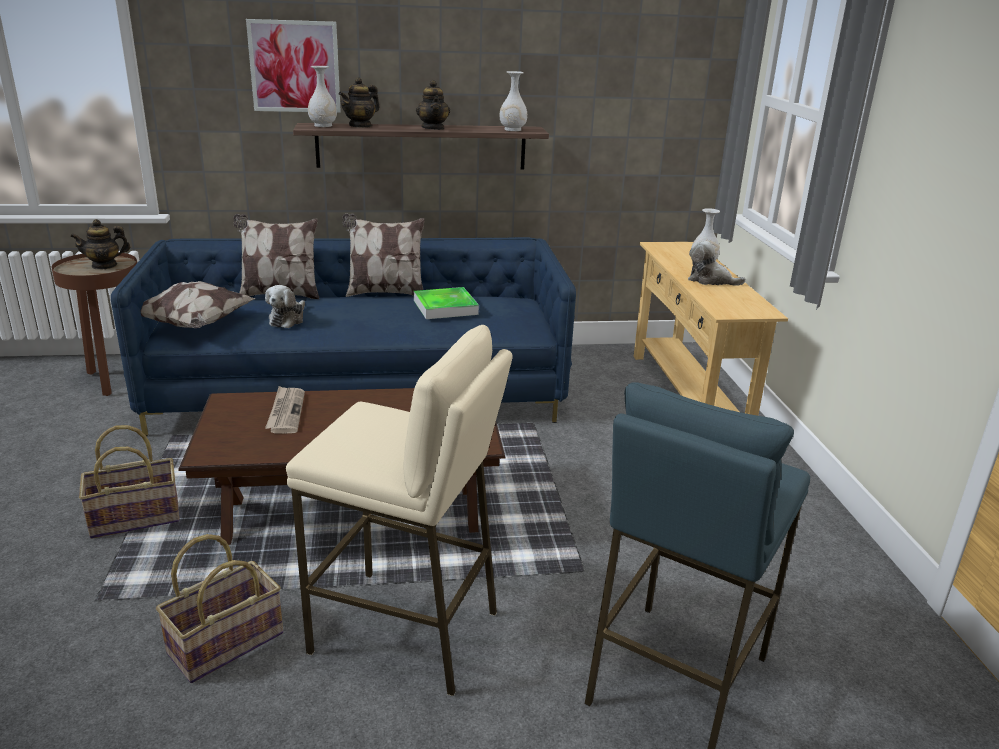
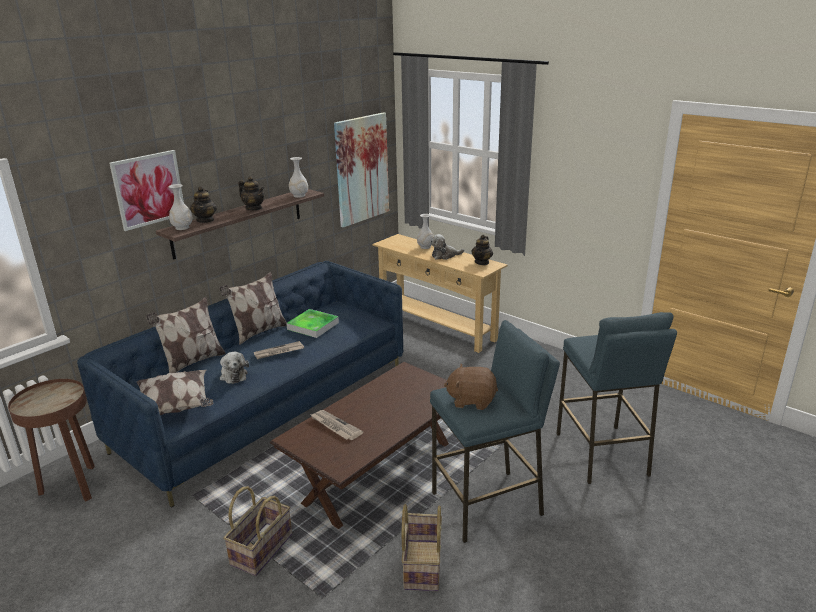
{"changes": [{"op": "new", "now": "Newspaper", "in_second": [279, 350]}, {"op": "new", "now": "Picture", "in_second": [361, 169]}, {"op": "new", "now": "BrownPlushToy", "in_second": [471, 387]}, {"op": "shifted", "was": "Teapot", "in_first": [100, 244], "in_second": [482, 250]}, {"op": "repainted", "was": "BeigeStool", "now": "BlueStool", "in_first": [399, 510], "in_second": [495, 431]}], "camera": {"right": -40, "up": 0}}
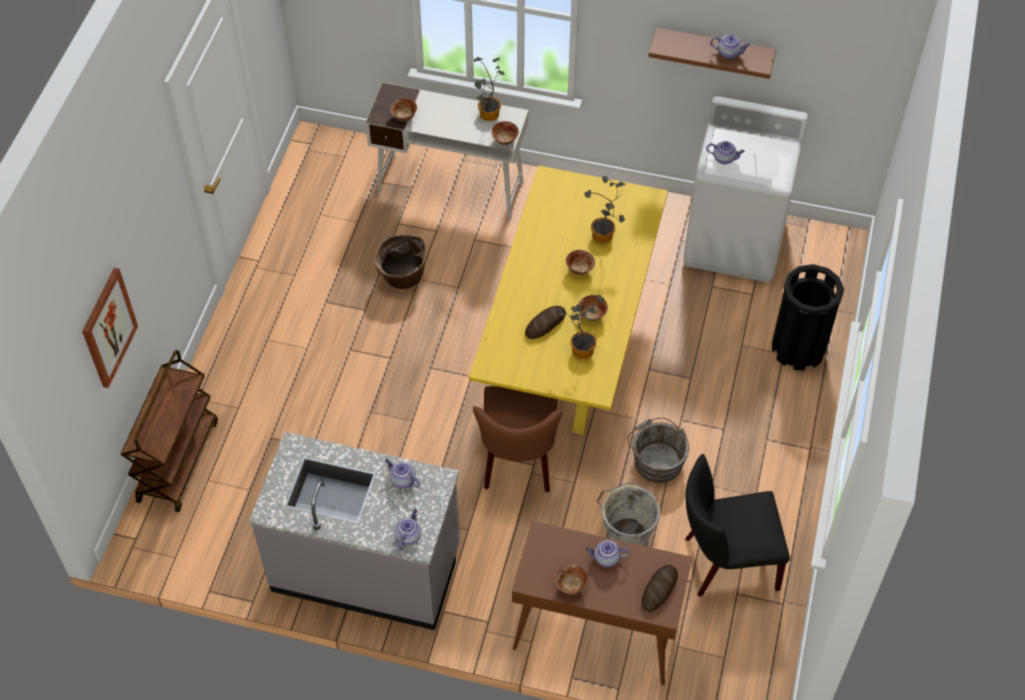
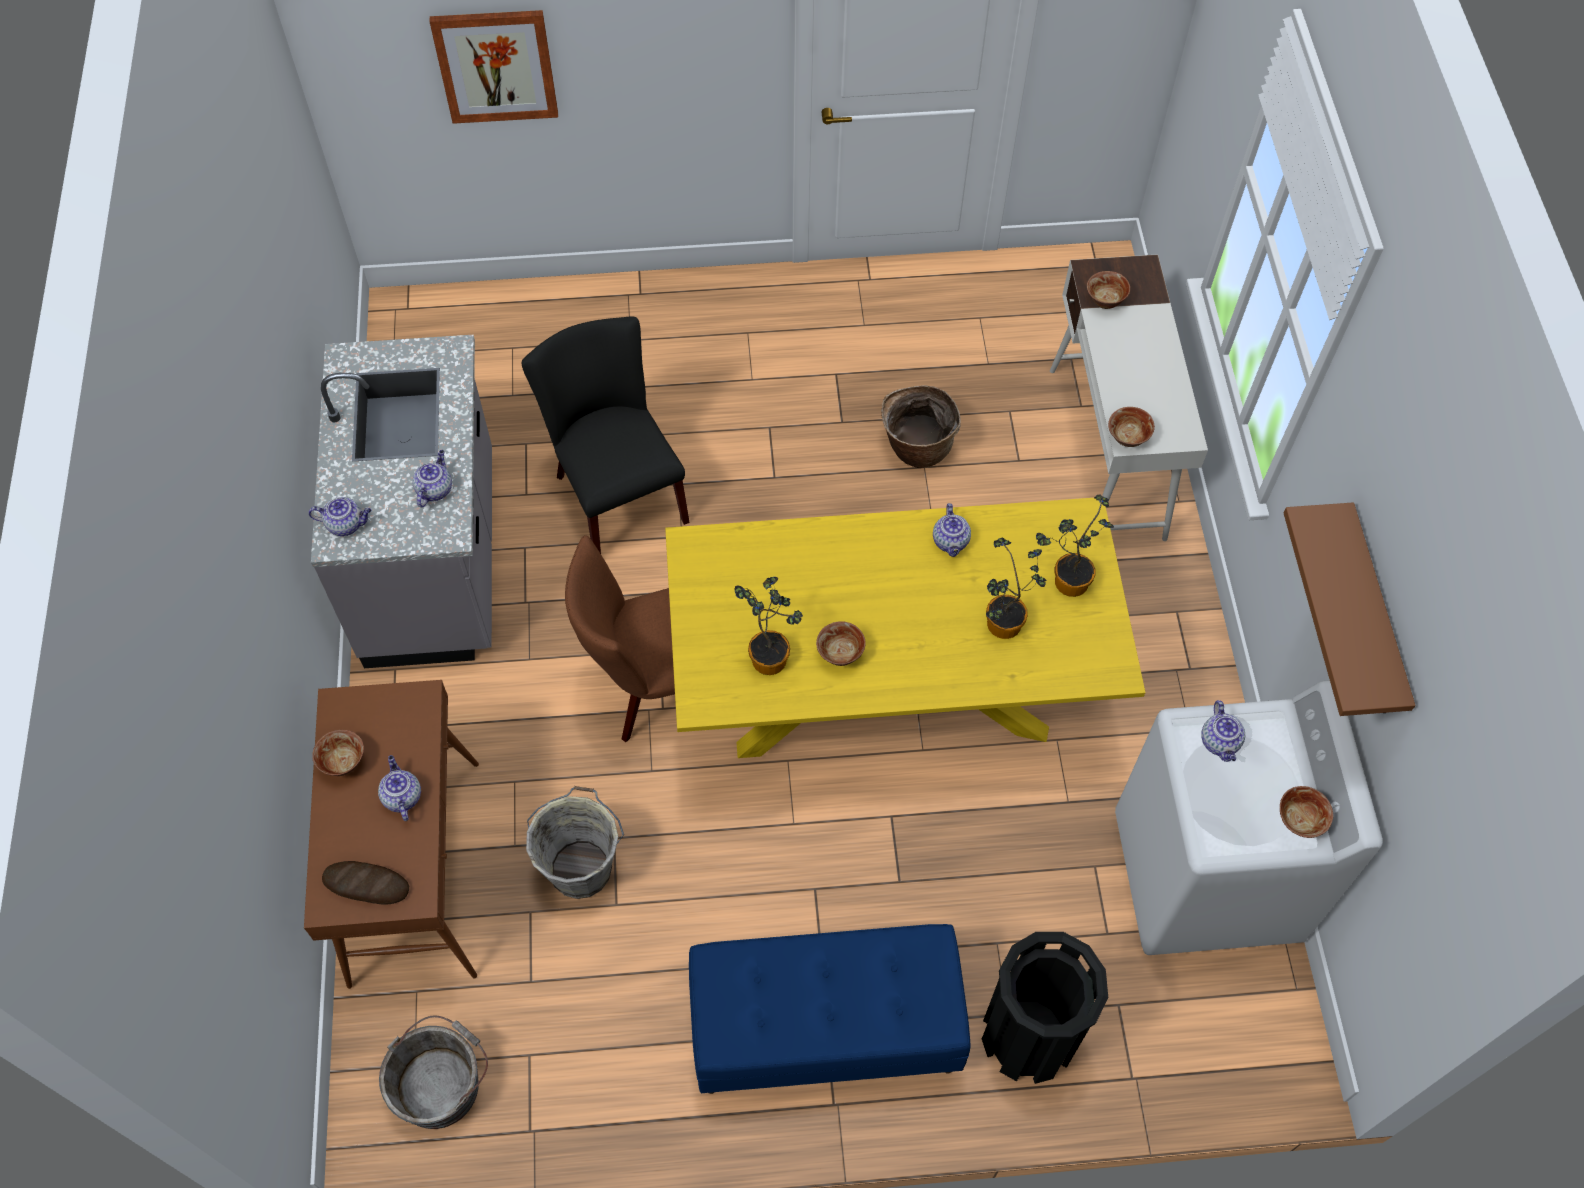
{"changes": [{"op": "gone", "was": "BrownCart", "in_first": [169, 431]}, {"op": "gone", "was": "Bread", "in_first": [545, 322]}, {"op": "new", "now": "BlueBench", "in_second": [830, 1009]}, {"op": "shifted", "was": "PottedPlant", "in_first": [489, 89], "in_second": [1075, 545]}, {"op": "shifted", "was": "Bowl", "in_first": [580, 262], "in_second": [1306, 812]}, {"op": "shifted", "was": "GreyBucket", "in_first": [658, 450], "in_second": [433, 1072]}, {"op": "shifted", "was": "BlackChair", "in_first": [737, 525], "in_second": [606, 435]}, {"op": "shifted", "was": "Teapot", "in_first": [730, 47], "in_second": [952, 530]}], "camera": {"right": 70, "up": 5}}
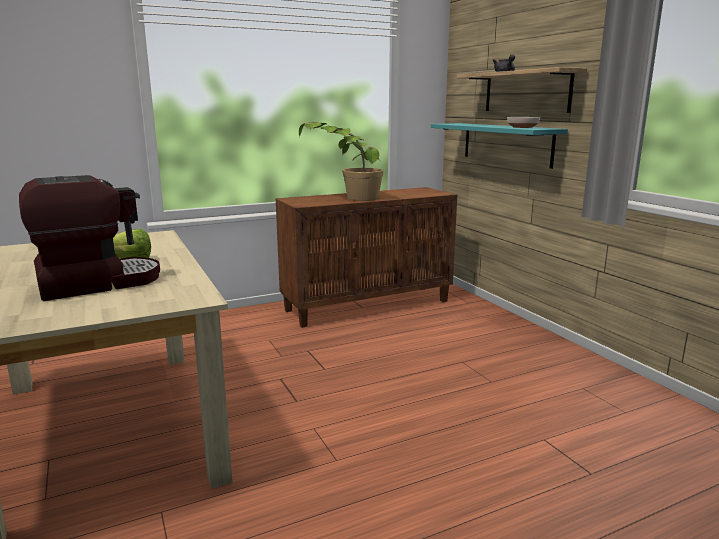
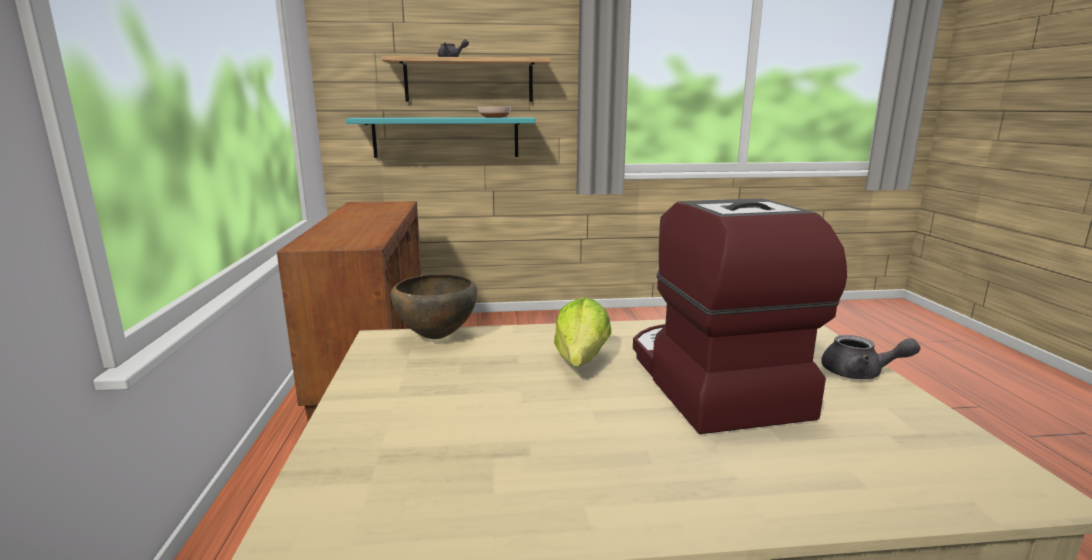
{"changes": [{"op": "gone", "was": "PottedPlant", "in_first": [341, 161]}, {"op": "new", "now": "BrownBowl", "in_second": [434, 306]}, {"op": "new", "now": "GreyTeapot", "in_second": [871, 357]}], "camera": {"right": -70, "up": 0}}
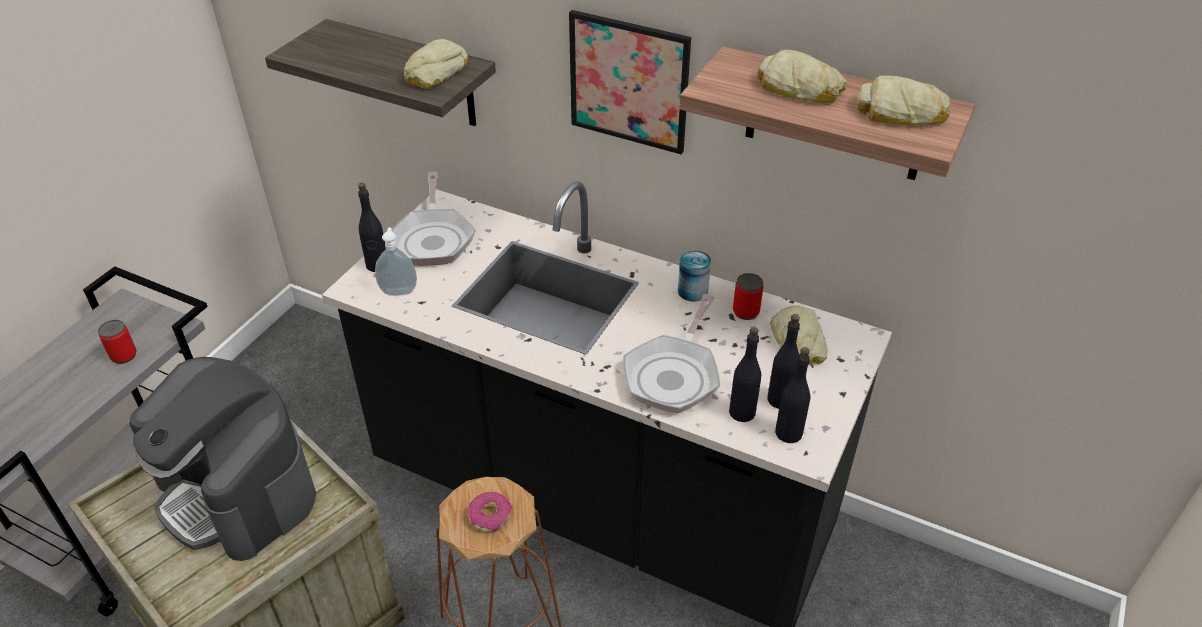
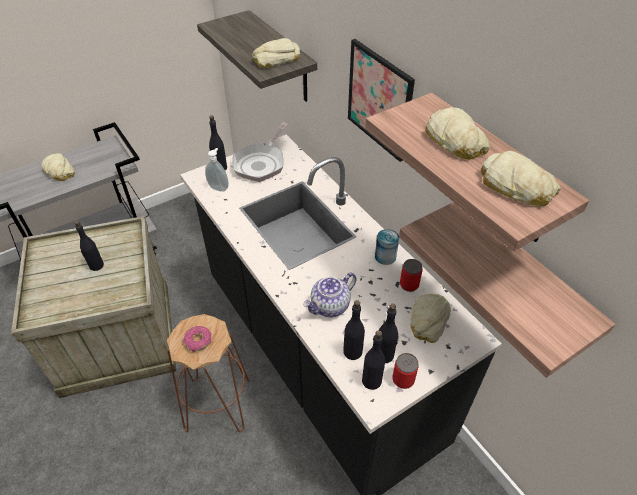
{"changes": [{"op": "new", "now": "Bread", "in_second": [58, 167]}, {"op": "new", "now": "Shelf", "in_second": [507, 290]}, {"op": "shifted", "was": "Can", "in_first": [117, 342], "in_second": [405, 371]}, {"op": "swapped", "was": "CoffeeMachine", "now": "BlackBottle", "in_first": [222, 459], "in_second": [89, 246]}, {"op": "swapped", "was": "FryingPan", "now": "Teapot", "in_first": [671, 354], "in_second": [329, 295]}], "camera": {"right": 30, "up": 5}}
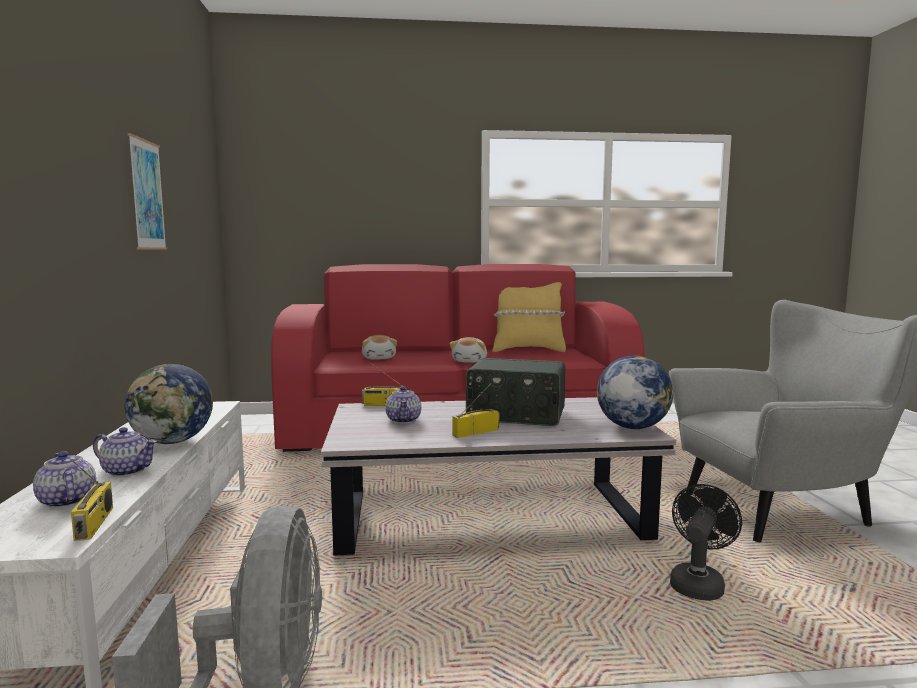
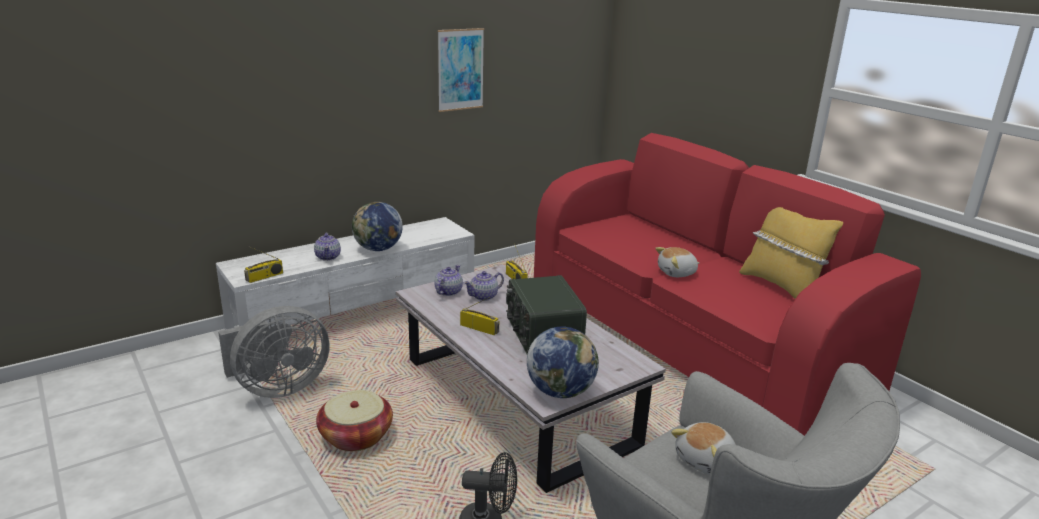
{"changes": [{"op": "new", "now": "Basket", "in_second": [354, 420]}, {"op": "shifted", "was": "Teapot", "in_first": [64, 479], "in_second": [448, 280]}, {"op": "shifted", "was": "PlushToy", "in_first": [379, 347], "in_second": [703, 448]}], "camera": {"right": 60, "up": 15}}
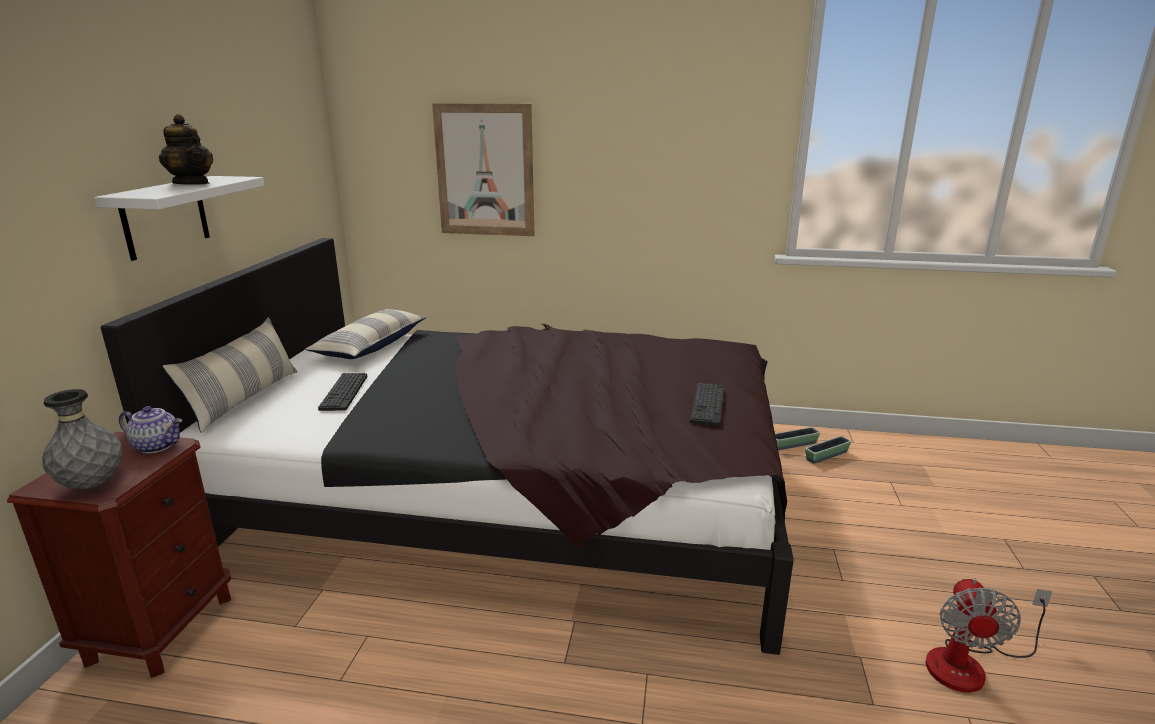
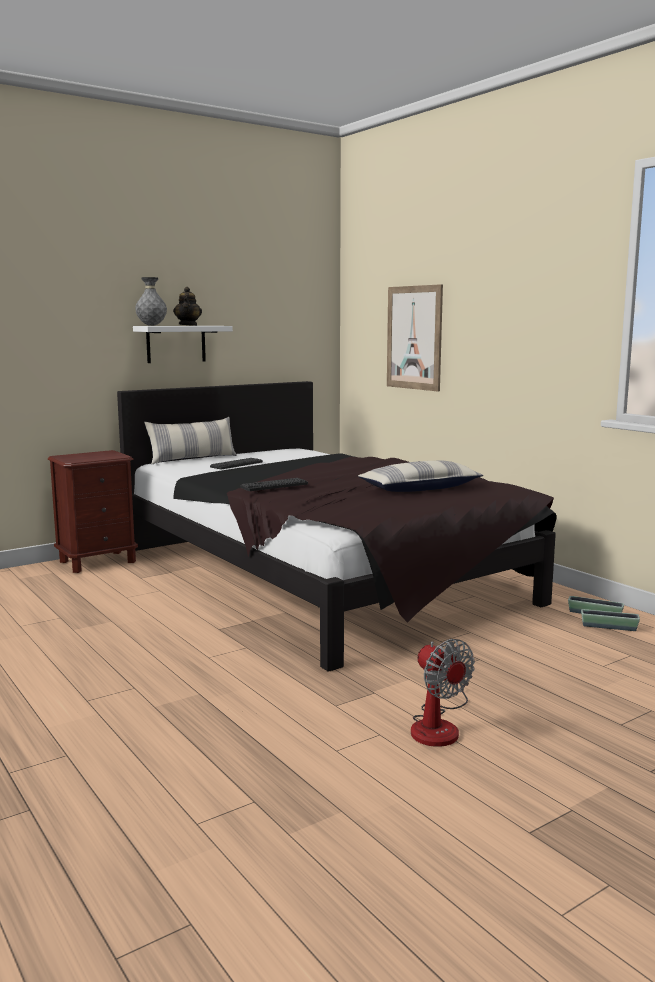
{"changes": [{"op": "gone", "was": "Teapot", "in_first": [150, 429]}, {"op": "shifted", "was": "GreyVase", "in_first": [82, 439], "in_second": [151, 301]}, {"op": "shifted", "was": "Pillow", "in_first": [365, 334], "in_second": [420, 476]}, {"op": "shifted", "was": "Keyboard", "in_first": [707, 404], "in_second": [274, 484]}, {"op": "rotated", "was": "Fan", "in_first": [988, 635], "in_second": [443, 693], "clockwise": -90}], "camera": {"right": 45, "up": -10}}
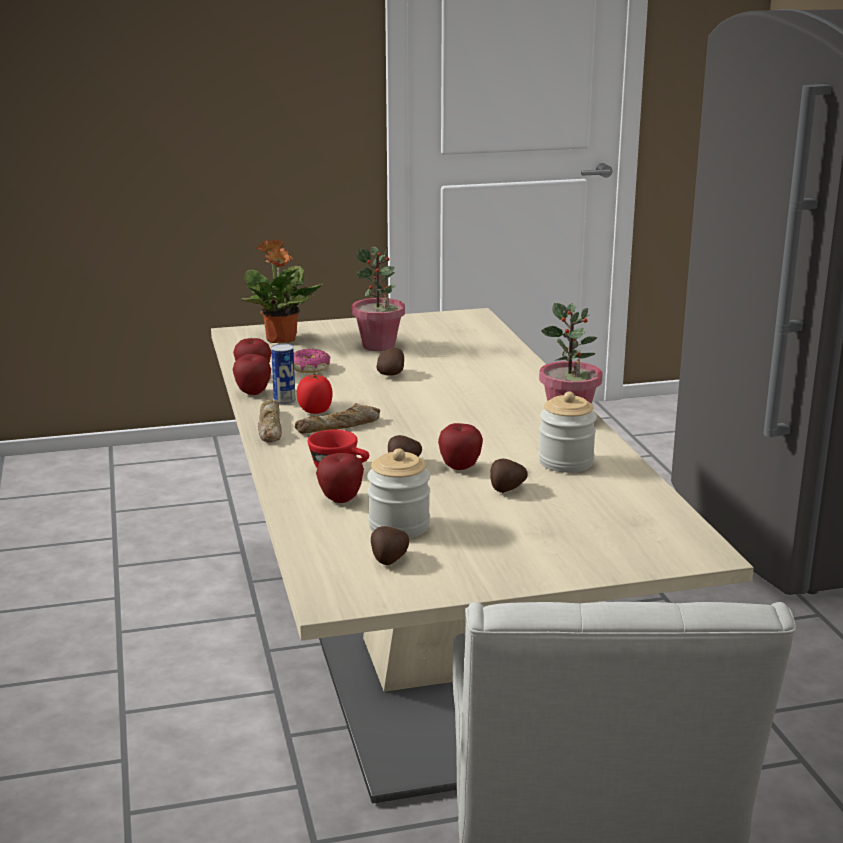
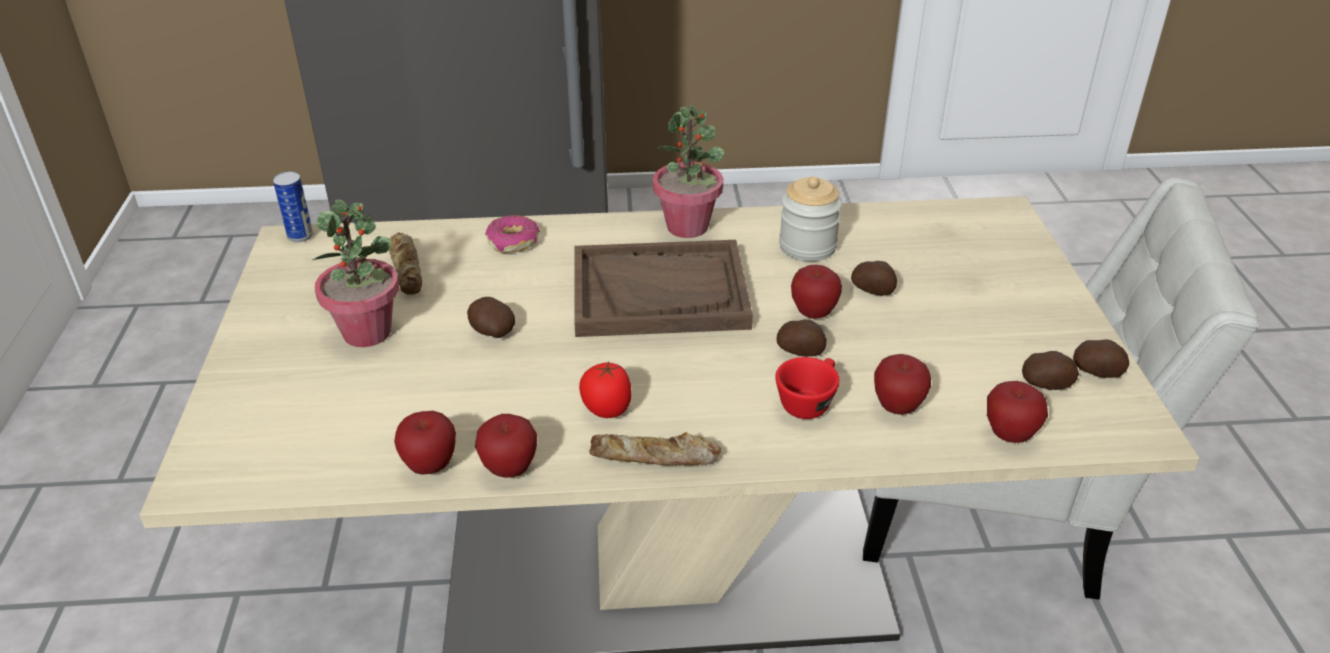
{"changes": [{"op": "gone", "was": "PottedPlant", "in_first": [282, 291]}, {"op": "gone", "was": "Jar", "in_first": [398, 493]}, {"op": "new", "now": "BrownTray", "in_second": [663, 288]}, {"op": "new", "now": "Apple", "in_second": [1017, 412]}, {"op": "new", "now": "Potato", "in_second": [1101, 358]}, {"op": "shifted", "was": "Can", "in_first": [283, 374], "in_second": [293, 207]}, {"op": "shifted", "was": "Donut", "in_first": [312, 361], "in_second": [512, 234]}, {"op": "shifted", "was": "Bread", "in_first": [337, 418], "in_second": [405, 263]}], "camera": {"right": -80, "up": 15}}
